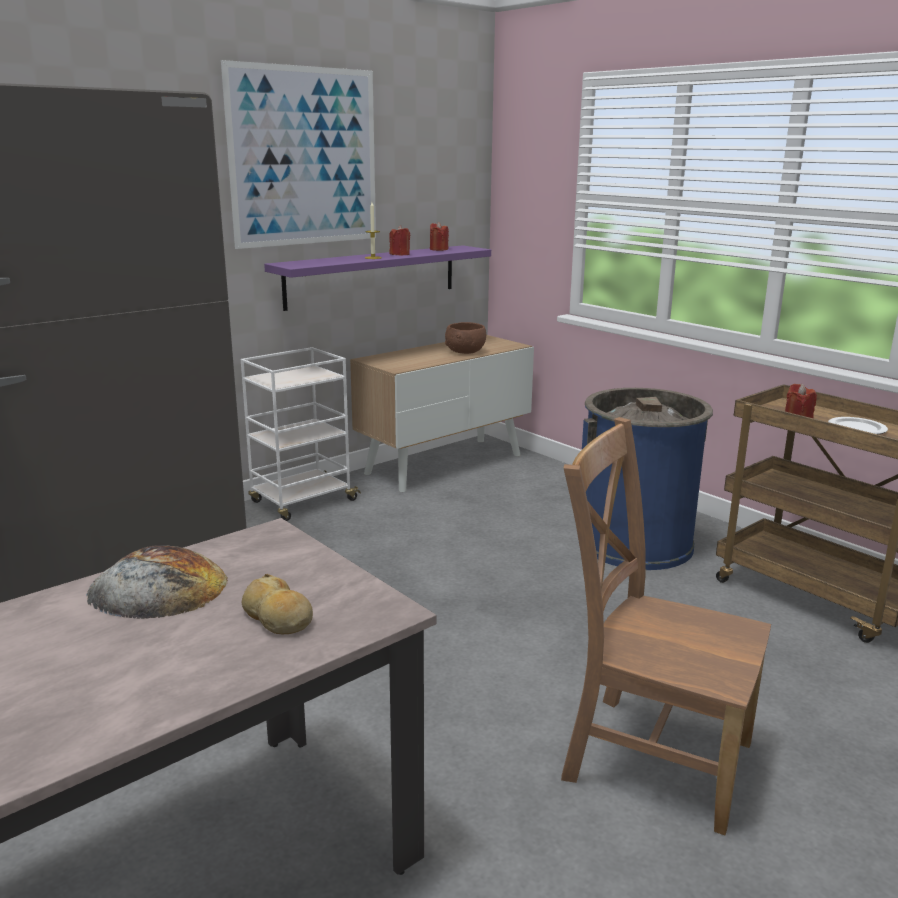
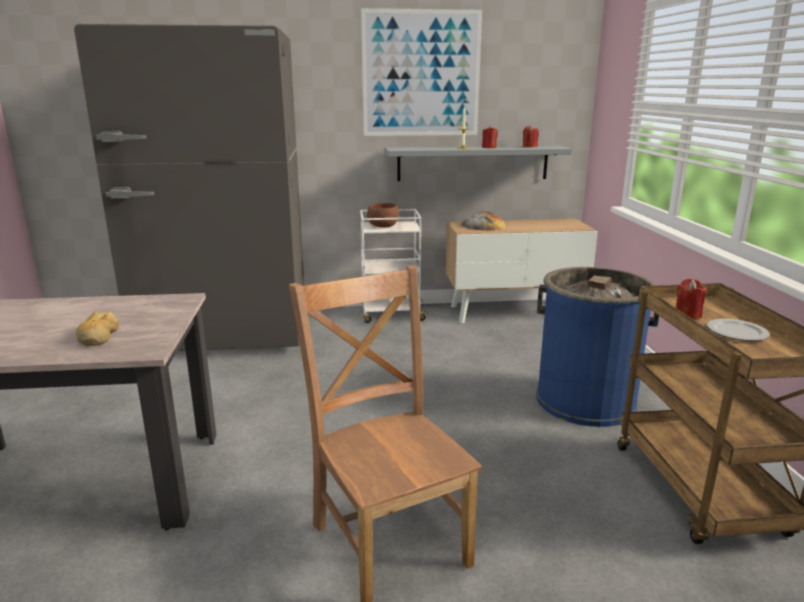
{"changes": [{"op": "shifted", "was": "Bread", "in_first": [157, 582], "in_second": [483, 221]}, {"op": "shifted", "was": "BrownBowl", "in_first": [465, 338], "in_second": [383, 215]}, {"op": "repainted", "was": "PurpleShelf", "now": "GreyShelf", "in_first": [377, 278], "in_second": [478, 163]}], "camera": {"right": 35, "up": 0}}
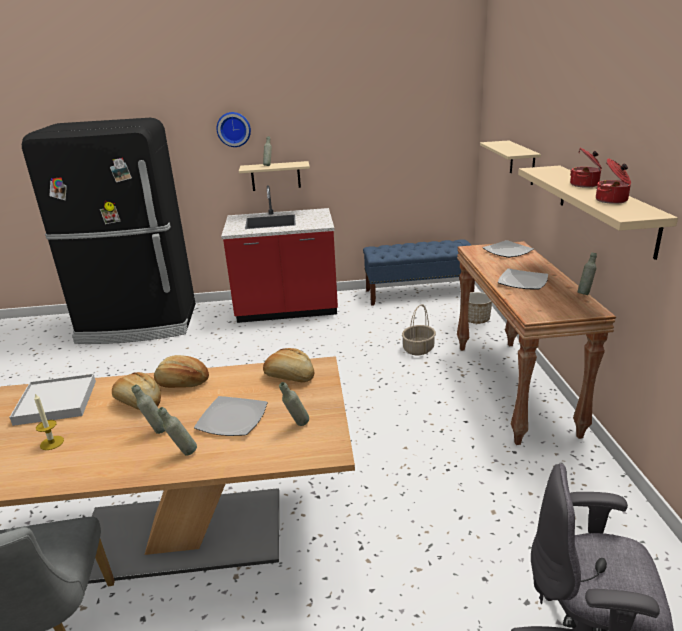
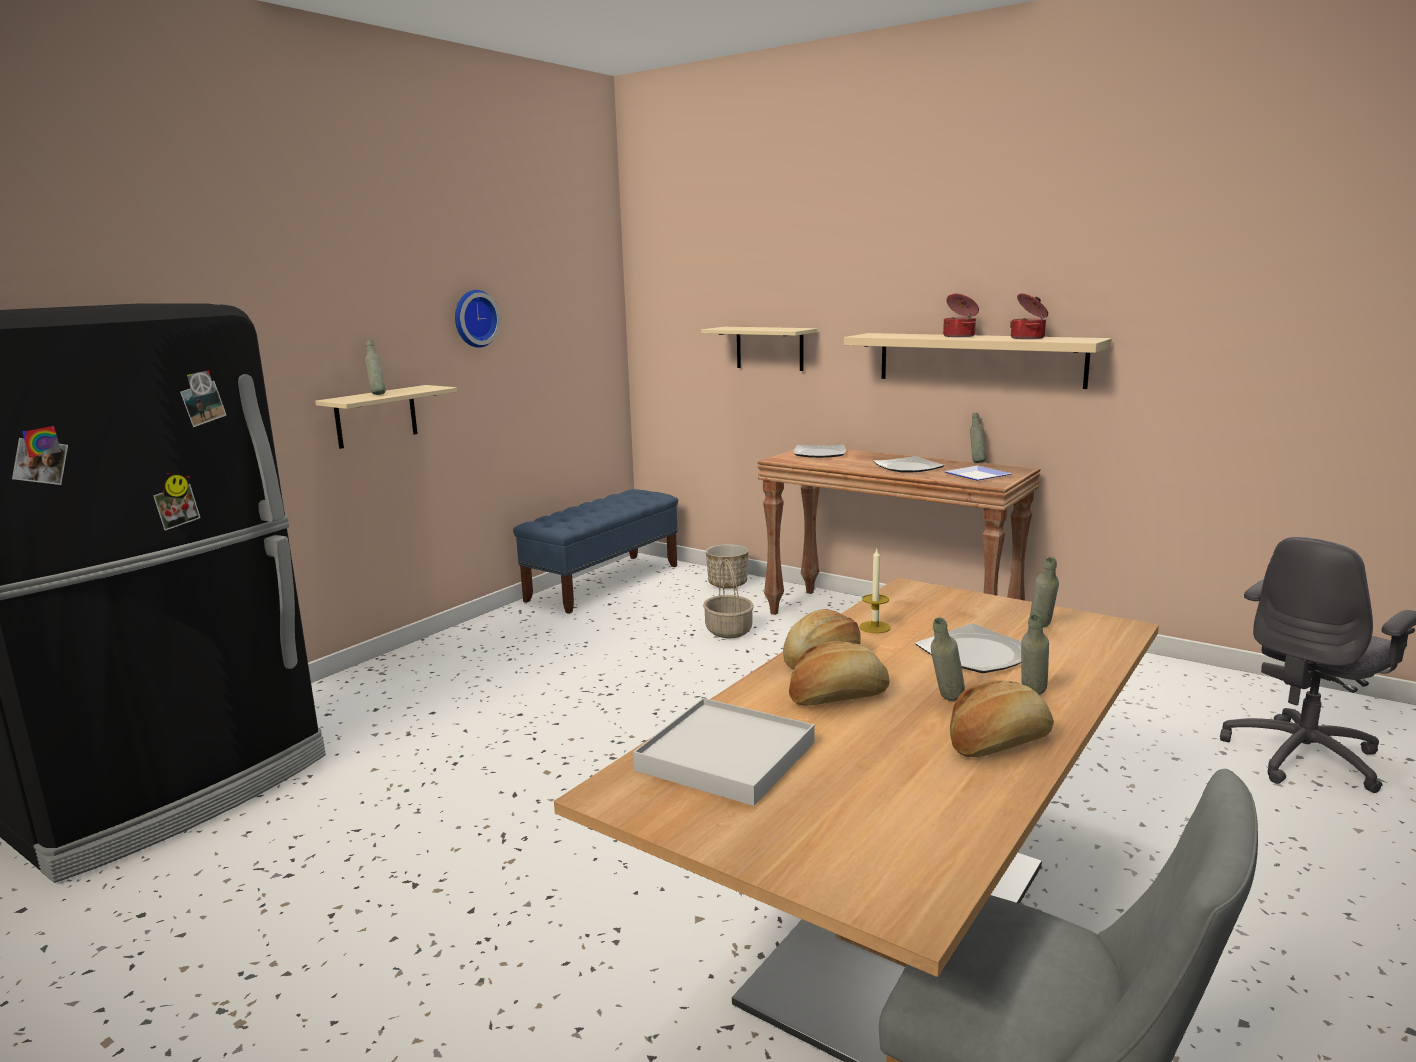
{"changes": [{"op": "gone", "was": "RedCounter", "in_first": [279, 254]}, {"op": "new", "now": "Plate", "in_second": [978, 473]}, {"op": "shifted", "was": "Candle", "in_first": [49, 422], "in_second": [874, 591]}, {"op": "shifted", "was": "WallClock", "in_first": [233, 129], "in_second": [478, 319]}, {"op": "shifted", "was": "Bread", "in_first": [288, 365], "in_second": [1002, 718]}], "camera": {"right": -50, "up": -10}}
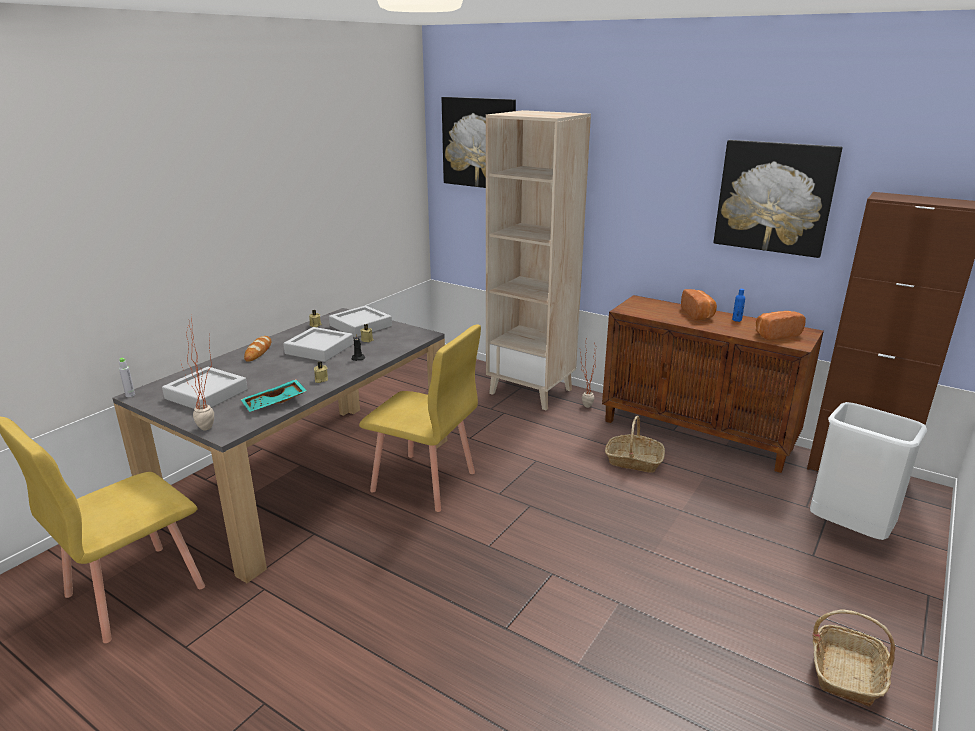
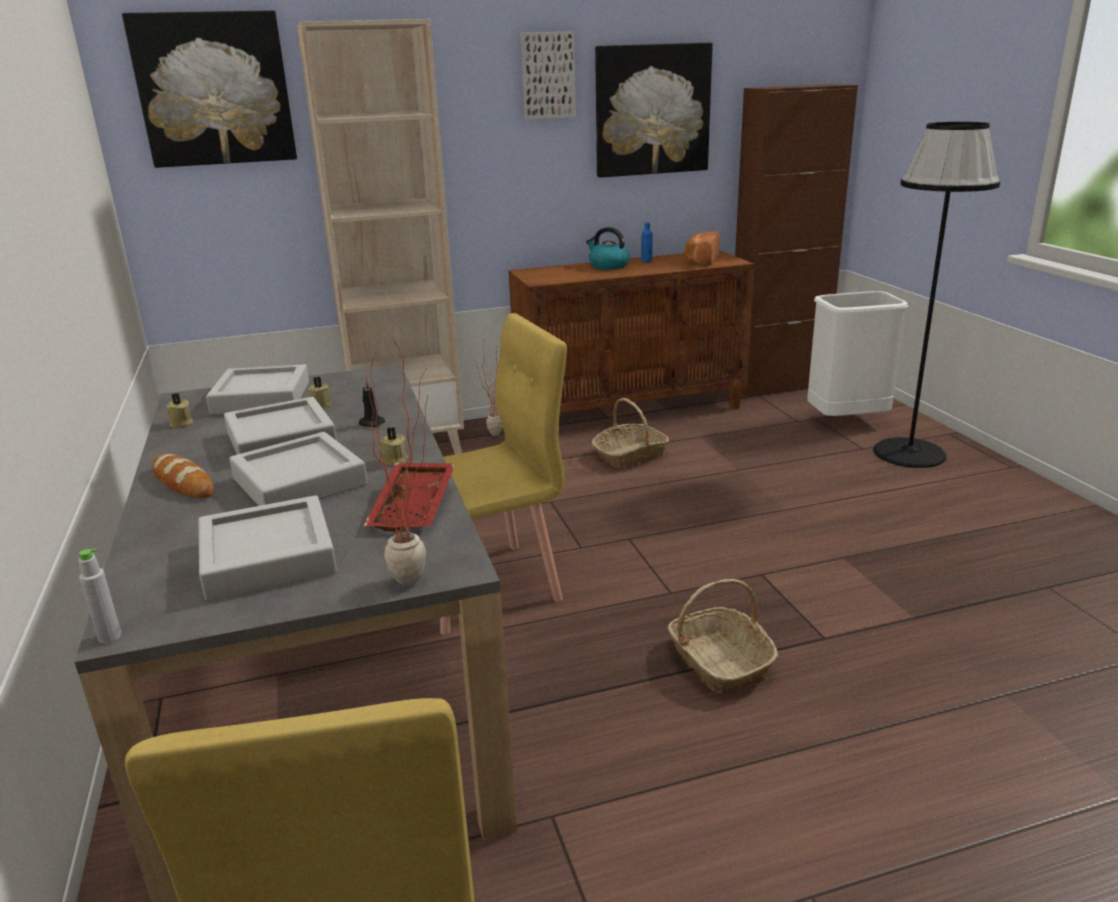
{"changes": [{"op": "new", "now": "GreyTray", "in_second": [298, 469]}, {"op": "new", "now": "Picture", "in_second": [548, 75]}, {"op": "new", "now": "BlackFloorLamp", "in_second": [937, 295]}, {"op": "shifted", "was": "Basket", "in_first": [854, 658], "in_second": [722, 636]}, {"op": "swapped", "was": "Bread", "now": "Kettle", "in_first": [699, 304], "in_second": [608, 248]}, {"op": "repainted", "was": "TurquoiseTray", "now": "RedTray", "in_first": [274, 395], "in_second": [409, 497]}], "camera": {"right": -50, "up": 0}}
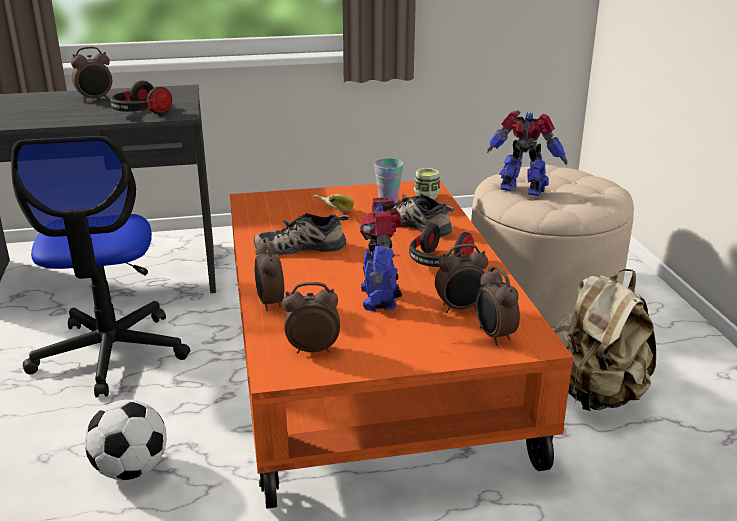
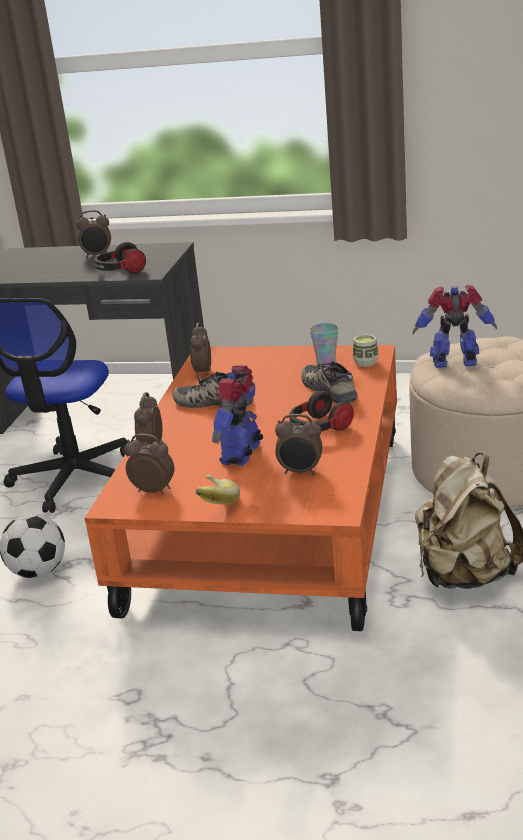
{"changes": [{"op": "shifted", "was": "Banana", "in_first": [334, 203], "in_second": [218, 489]}, {"op": "shifted", "was": "AlarmClock", "in_first": [497, 305], "in_second": [200, 350]}, {"op": "rotated", "was": "ToyRobot", "in_first": [527, 153], "in_second": [454, 326], "clockwise": -45}], "camera": {"right": 25, "up": 0}}
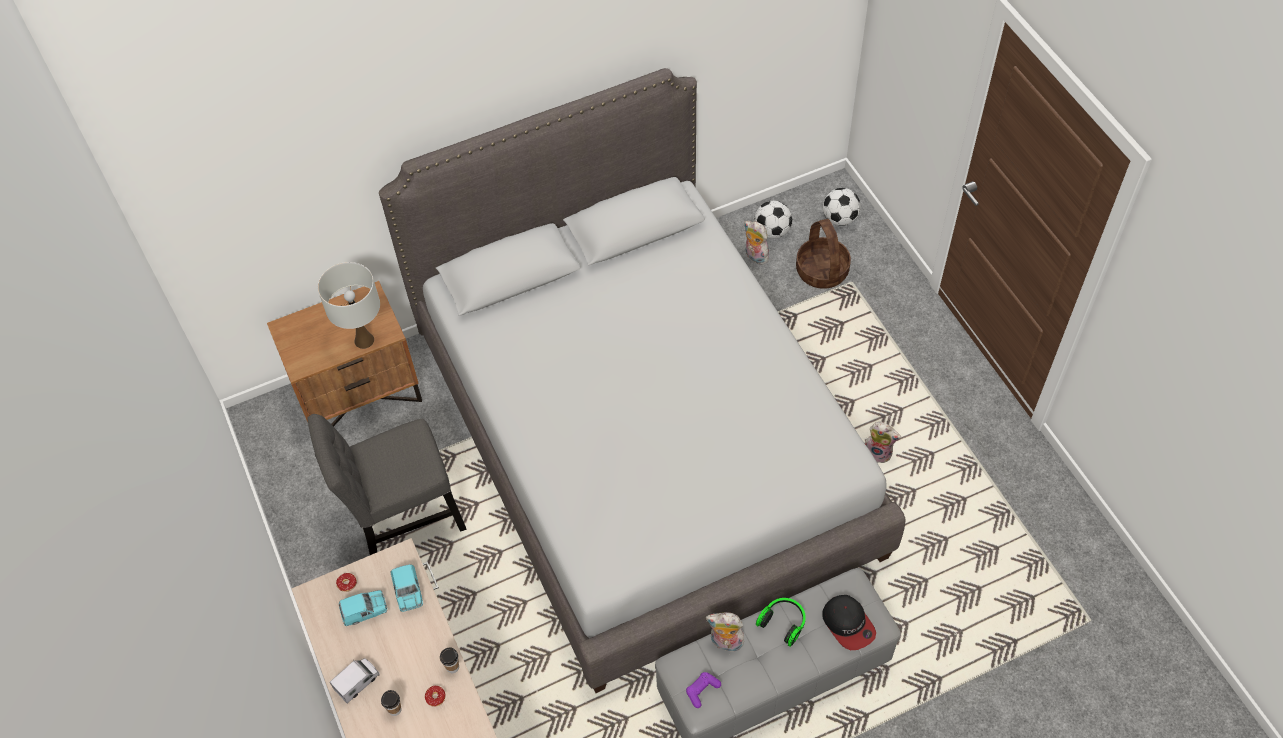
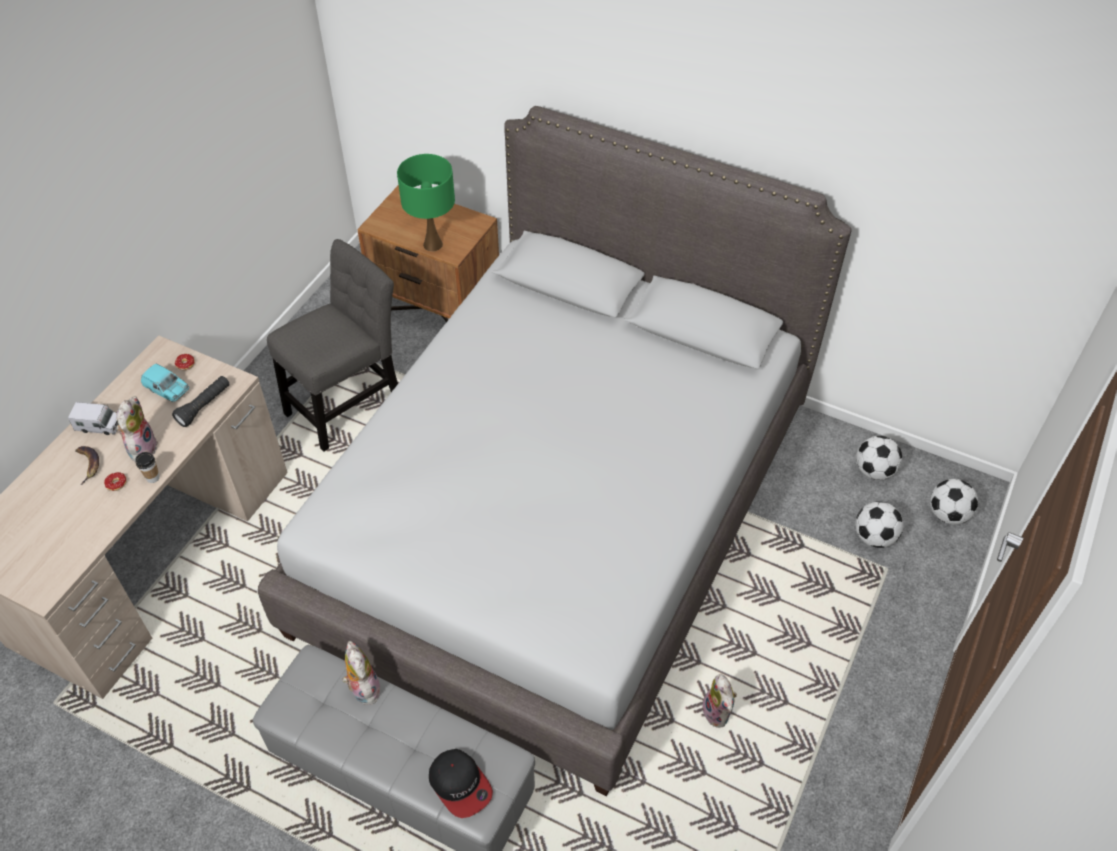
{"changes": [{"op": "gone", "was": "PurpleGameController", "in_first": [703, 690]}, {"op": "gone", "was": "Headphones", "in_first": [781, 622]}, {"op": "shifted", "was": "PlushToy", "in_first": [756, 243], "in_second": [137, 429]}, {"op": "swapped", "was": "Cup", "now": "Banana", "in_first": [391, 703], "in_second": [87, 465]}, {"op": "swapped", "was": "TurquoiseToyCar", "now": "BlackFlashlight", "in_first": [406, 588], "in_second": [201, 401]}, {"op": "swapped", "was": "Basket", "now": "Football", "in_first": [823, 254], "in_second": [879, 524]}, {"op": "repainted", "was": "WhiteTableLamp", "now": "GreenTableLamp", "in_first": [349, 305], "in_second": [426, 202]}, {"op": "rotated", "was": "GreyChair", "in_first": [386, 484], "in_second": [332, 345], "clockwise": 105}, {"op": "rotated", "was": "Cap", "in_first": [849, 622], "in_second": [461, 783], "clockwise": -60}], "camera": {"right": 50, "up": -5}}
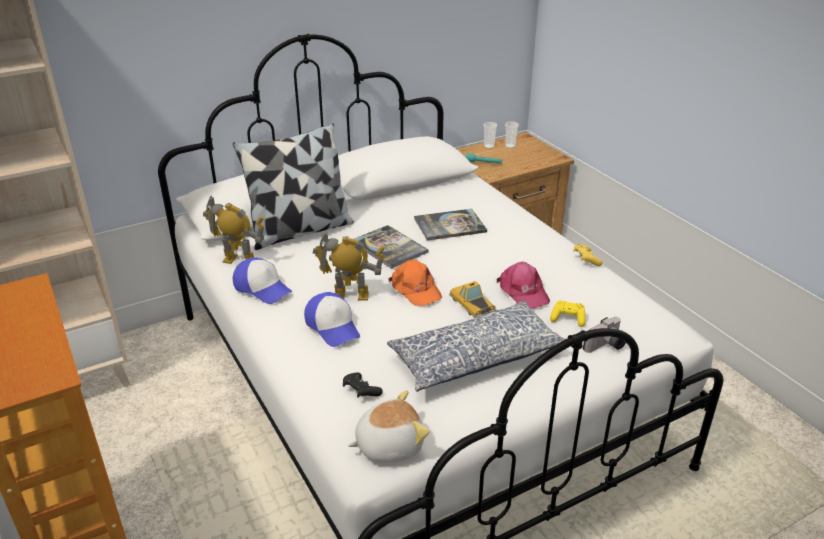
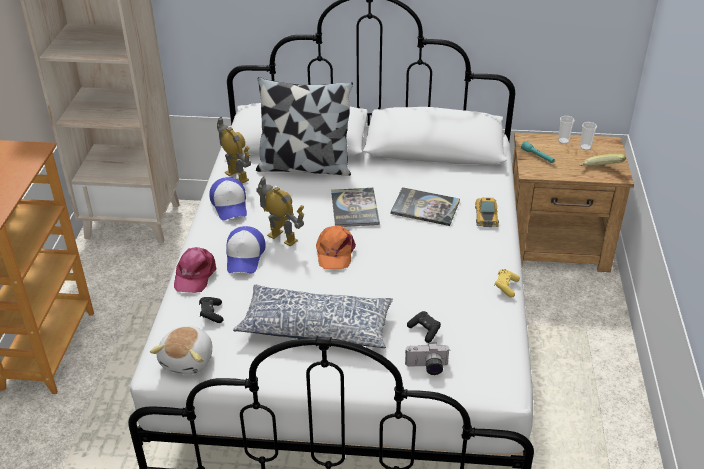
{"changes": [{"op": "new", "now": "Banana", "in_second": [602, 160]}, {"op": "shifted", "was": "ToyCar", "in_first": [472, 299], "in_second": [487, 212]}, {"op": "shifted", "was": "PinkCap", "in_first": [523, 285], "in_second": [195, 270]}, {"op": "repainted", "was": "YellowGameController", "now": "BlackGameController", "in_first": [568, 313], "in_second": [424, 327]}, {"op": "rotated", "was": "PlushToy", "in_first": [389, 426], "in_second": [181, 350], "clockwise": 90}], "camera": {"right": 35, "up": 5}}
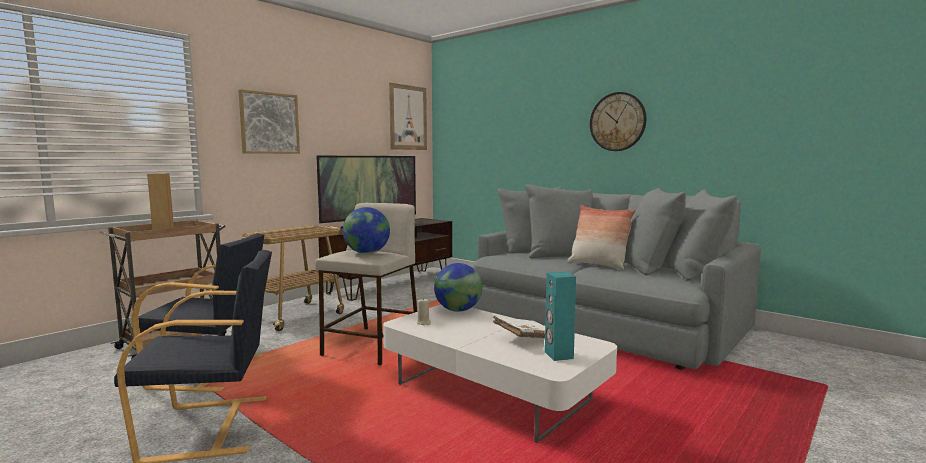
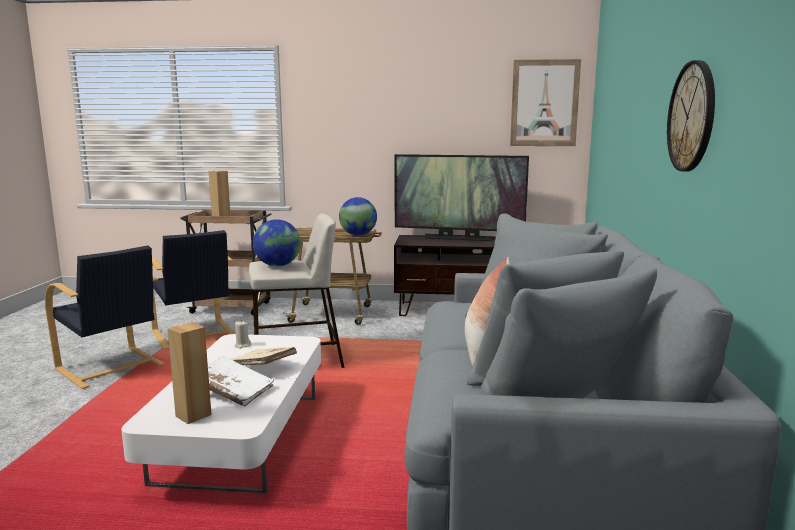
{"changes": [{"op": "gone", "was": "Picture", "in_first": [269, 121]}, {"op": "new", "now": "BeigeBook", "in_second": [264, 356]}, {"op": "shifted", "was": "Globe", "in_first": [458, 287], "in_second": [358, 216]}, {"op": "repainted", "was": "TurquoiseSpeaker", "now": "BrownSpeaker", "in_first": [560, 316], "in_second": [189, 373]}], "camera": {"right": 55, "up": 5}}
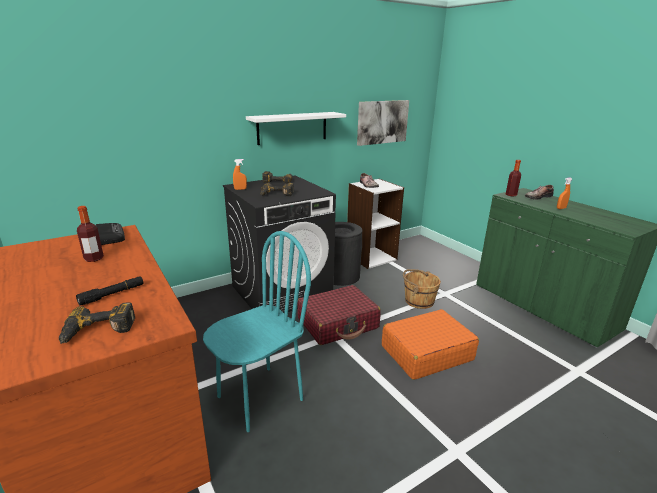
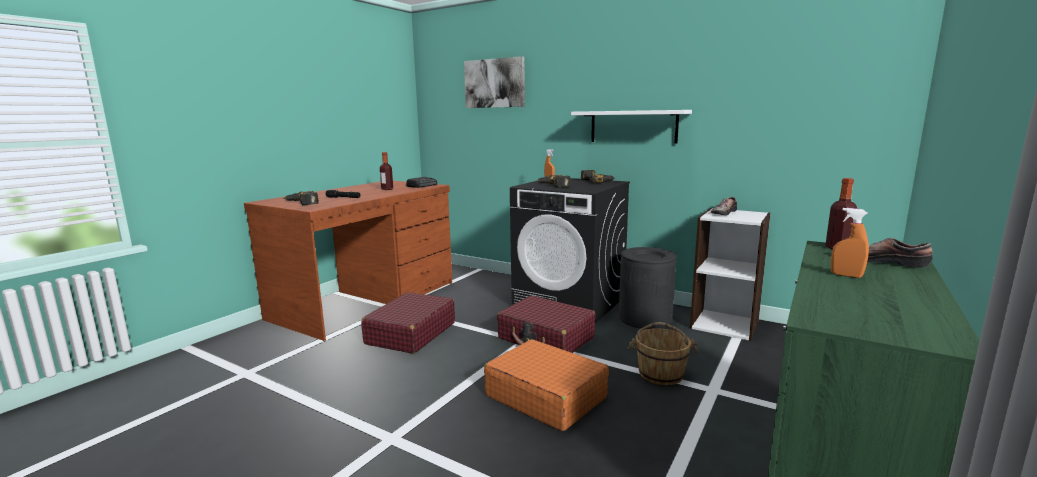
{"changes": [{"op": "shifted", "was": "Picture", "in_first": [383, 123], "in_second": [494, 82]}, {"op": "swapped", "was": "TurquoiseChair", "now": "RedSuitcase", "in_first": [257, 331], "in_second": [408, 323]}], "camera": {"right": 65, "up": -10}}
